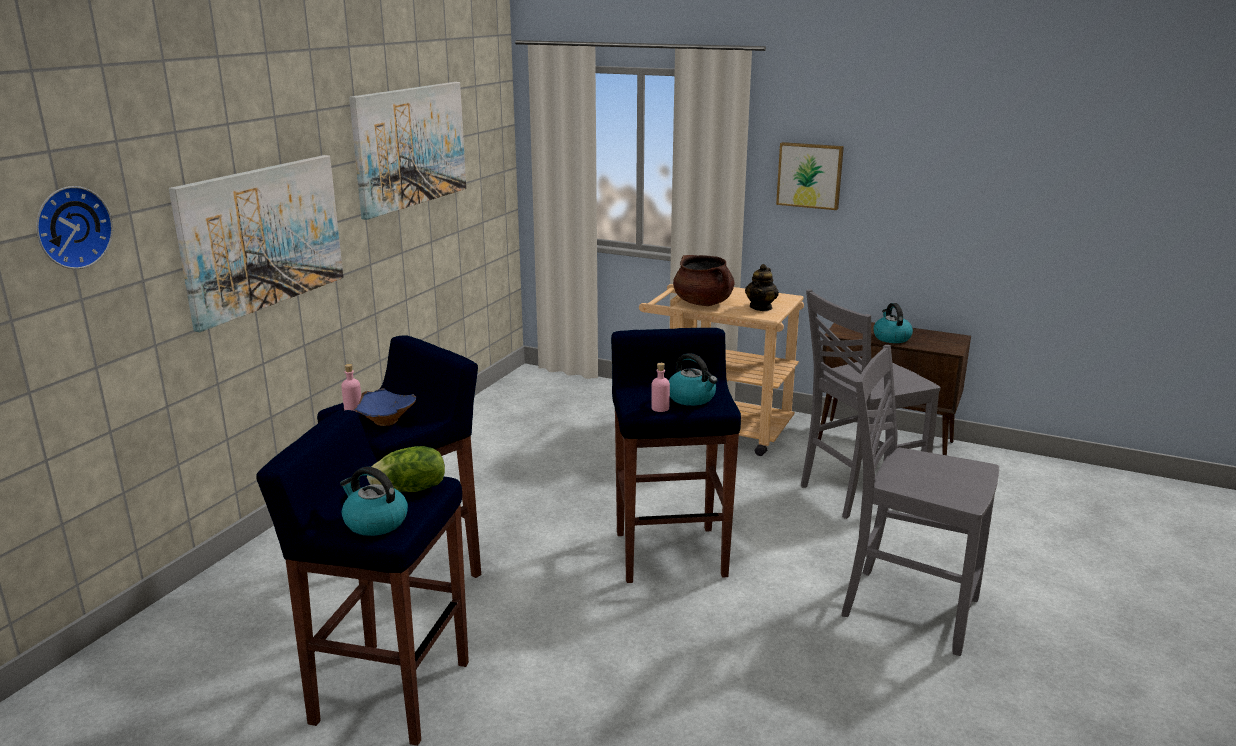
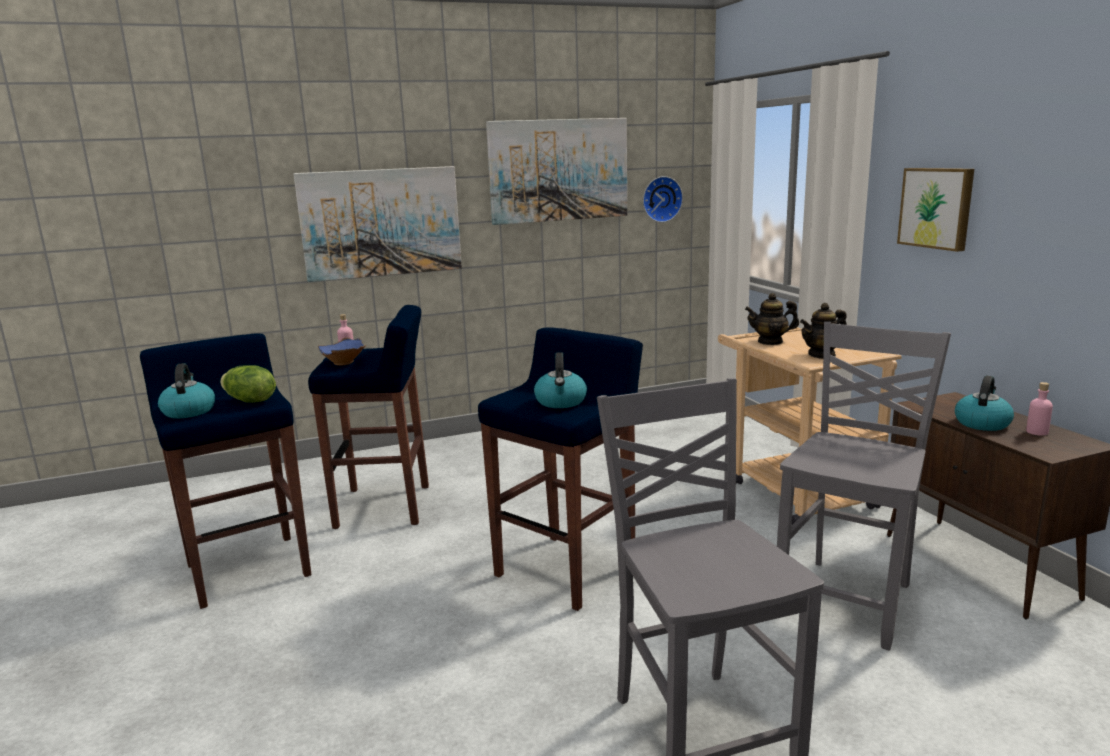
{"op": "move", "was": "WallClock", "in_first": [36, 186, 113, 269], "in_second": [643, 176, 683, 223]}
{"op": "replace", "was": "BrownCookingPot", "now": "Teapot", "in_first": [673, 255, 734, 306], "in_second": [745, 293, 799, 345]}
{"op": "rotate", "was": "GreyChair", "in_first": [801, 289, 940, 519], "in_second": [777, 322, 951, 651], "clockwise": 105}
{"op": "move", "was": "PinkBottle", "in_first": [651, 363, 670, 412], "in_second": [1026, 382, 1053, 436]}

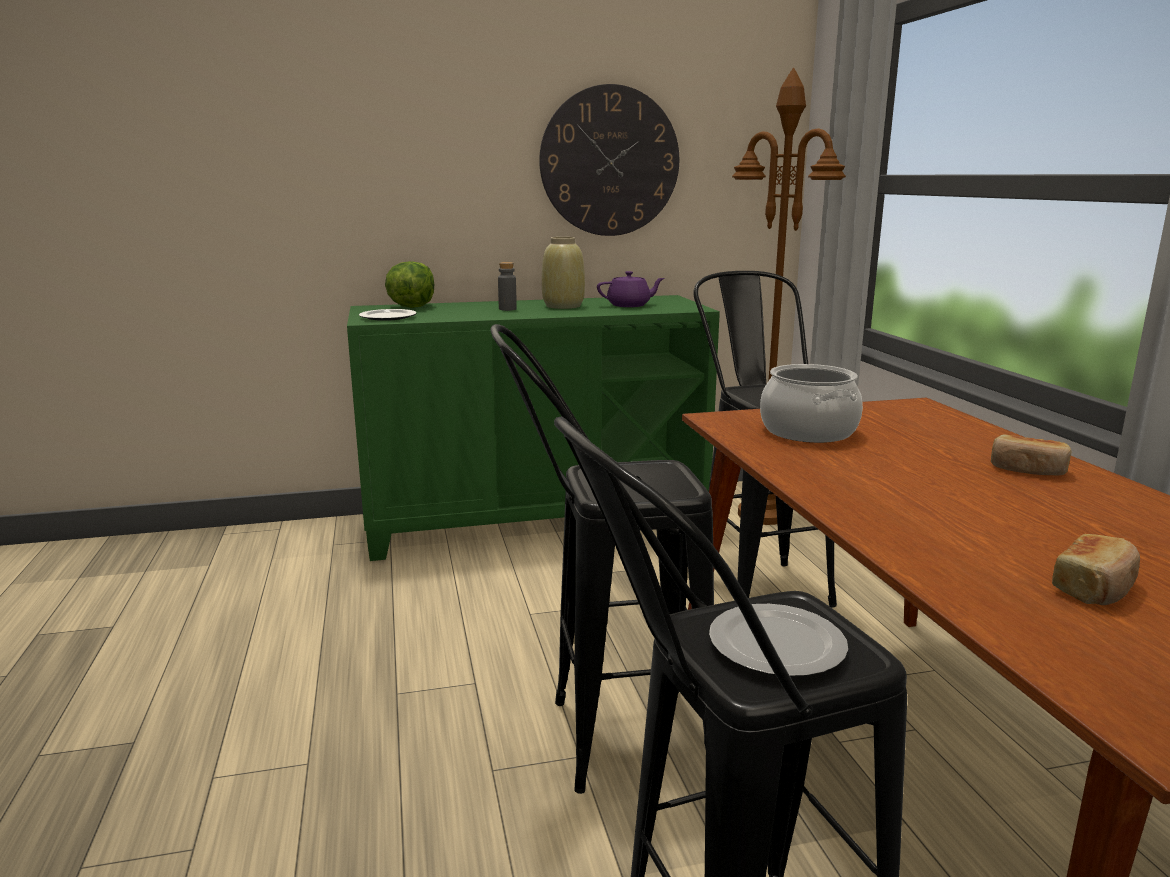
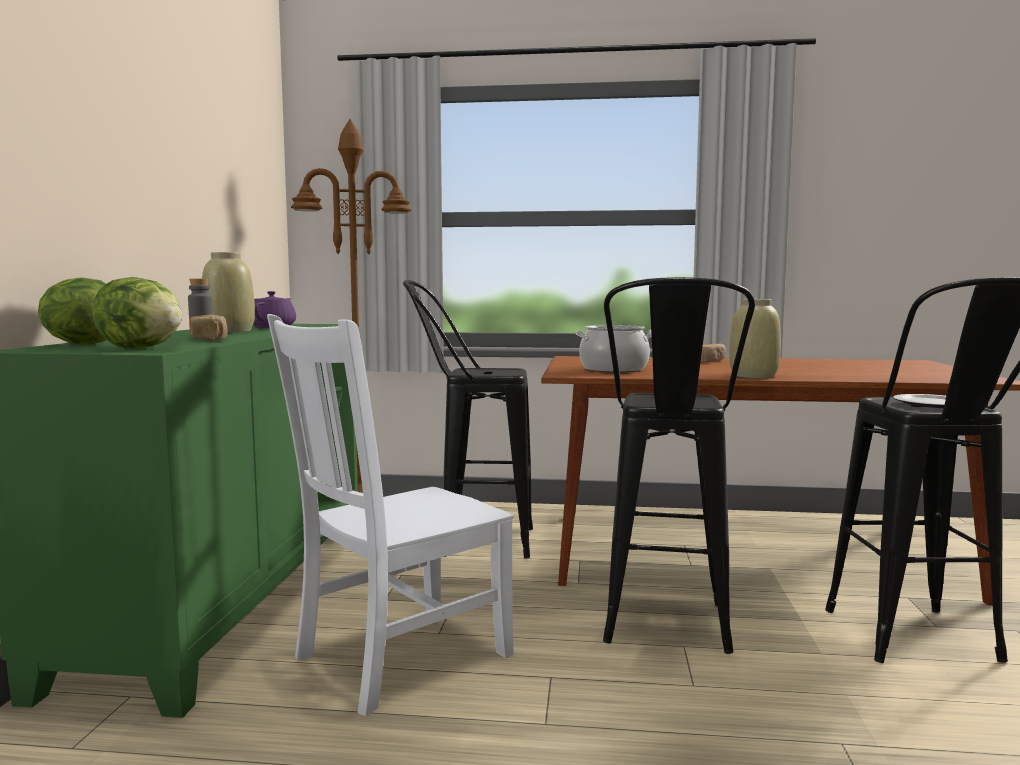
{"op": "delete", "was": "WallClock", "in_first": [539, 84, 679, 236]}
{"op": "replace", "was": "Plate", "now": "Lettuce", "in_first": [359, 309, 417, 321], "in_second": [92, 277, 182, 349]}
{"op": "move", "was": "Bread", "in_first": [1052, 534, 1140, 605], "in_second": [189, 314, 228, 341]}
{"op": "insert", "now": "BeigeVase", "in_second": [729, 299, 781, 378]}
{"op": "insert", "now": "WhiteChair", "in_second": [267, 314, 513, 716]}

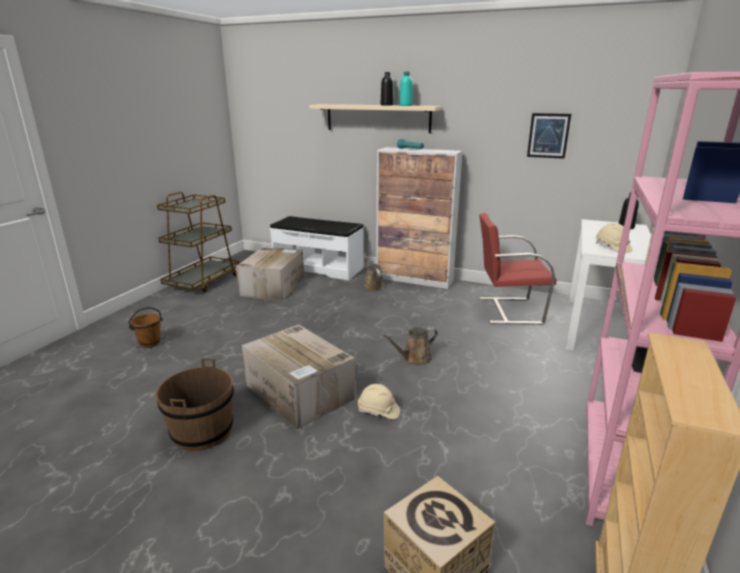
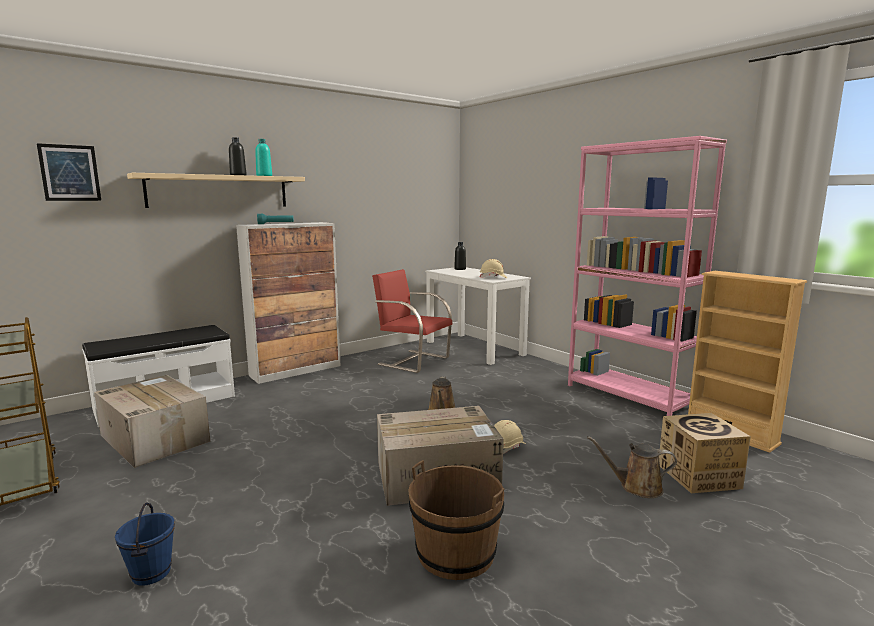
{"op": "move", "was": "Picture", "in_first": [527, 113, 571, 159], "in_second": [37, 143, 101, 201]}
{"op": "rotate", "was": "RedChair", "in_first": [479, 213, 556, 325], "in_second": [372, 269, 452, 373], "clockwise": 90}
{"op": "move", "was": "BrownWateringCan", "in_first": [363, 253, 384, 291], "in_second": [587, 436, 677, 498]}
{"op": "recolor", "was": "BrownBucket", "now": "BlueBucket", "in_first": [129, 307, 163, 348], "in_second": [115, 502, 175, 586]}

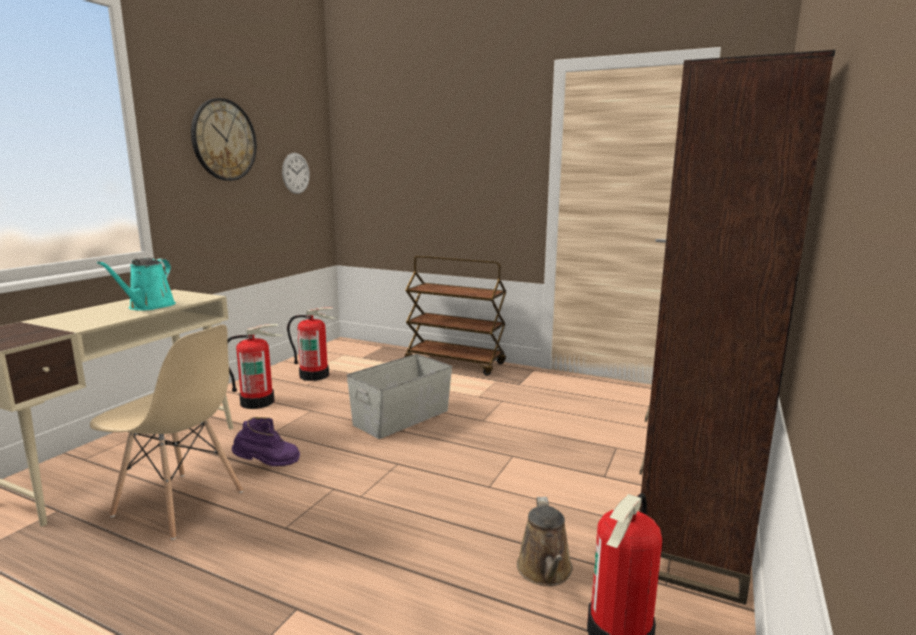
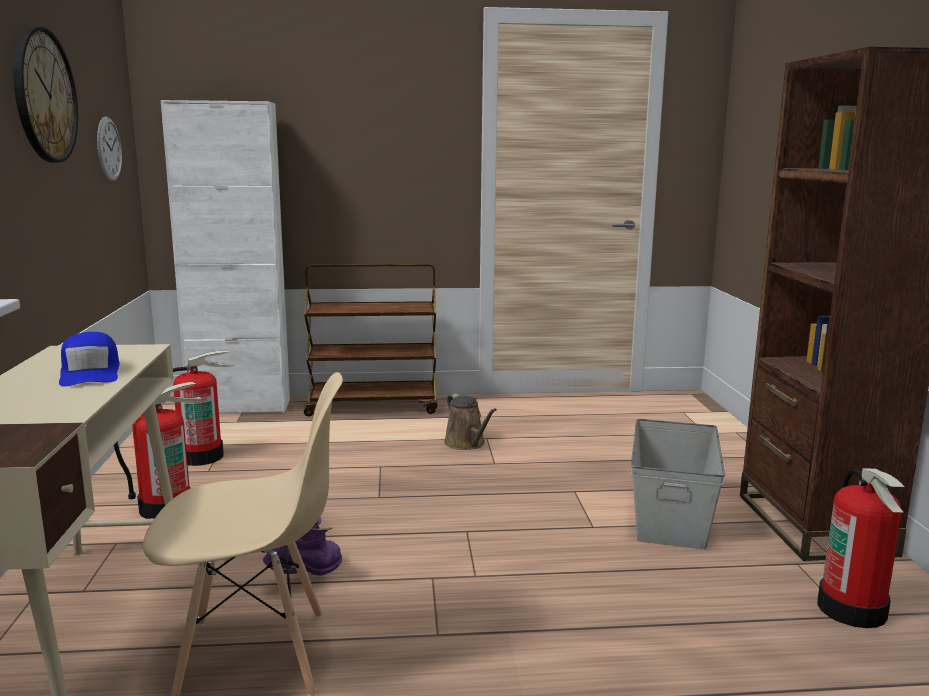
{"op": "replace", "was": "TurquoiseWateringCan", "now": "BlueCap", "in_first": [97, 258, 176, 311], "in_second": [59, 332, 120, 387]}
{"op": "move", "was": "GreyStorageBox", "in_first": [346, 354, 453, 439], "in_second": [631, 419, 725, 550]}
{"op": "move", "was": "BrownWateringCan", "in_first": [517, 497, 573, 586], "in_second": [444, 394, 497, 450]}
{"op": "insert", "now": "WhiteCabinet", "in_second": [161, 100, 290, 413]}

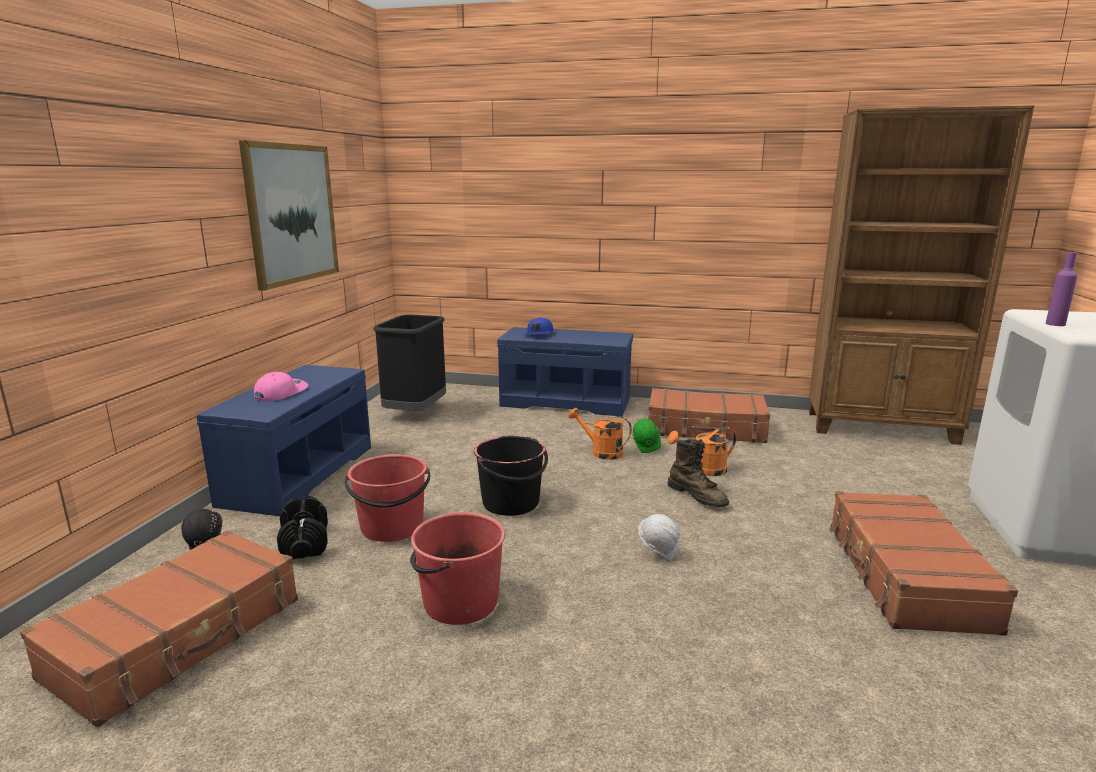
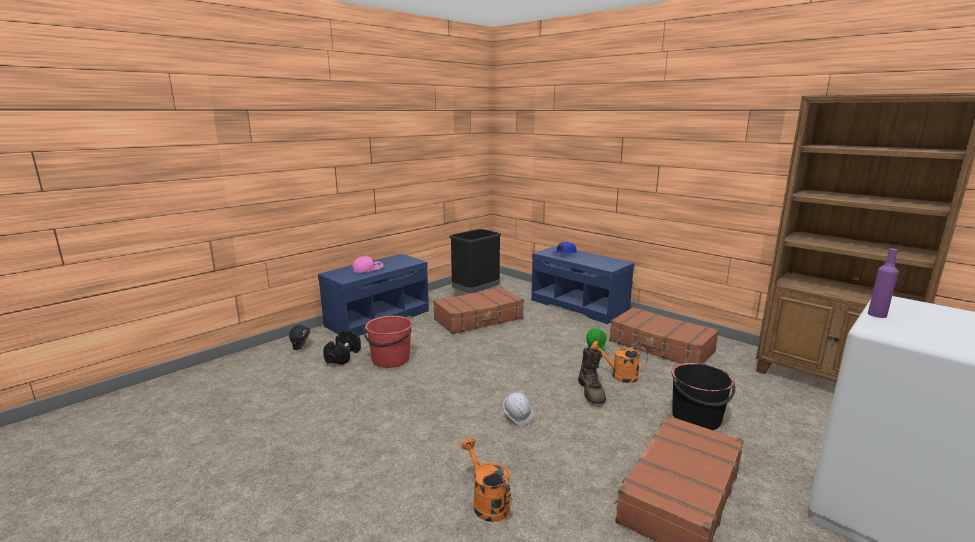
{"op": "delete", "was": "Picture", "in_first": [239, 140, 339, 291]}
{"op": "move", "was": "OrangeWateringCan", "in_first": [568, 408, 632, 460], "in_second": [462, 438, 511, 522]}
{"op": "move", "was": "BlackBucket", "in_first": [474, 435, 548, 516], "in_second": [672, 363, 735, 430]}
{"op": "delete", "was": "RedBucket", "in_first": [410, 512, 505, 625]}
{"op": "move", "was": "BrownSuitcase", "in_first": [20, 530, 298, 728], "in_second": [433, 287, 524, 334]}

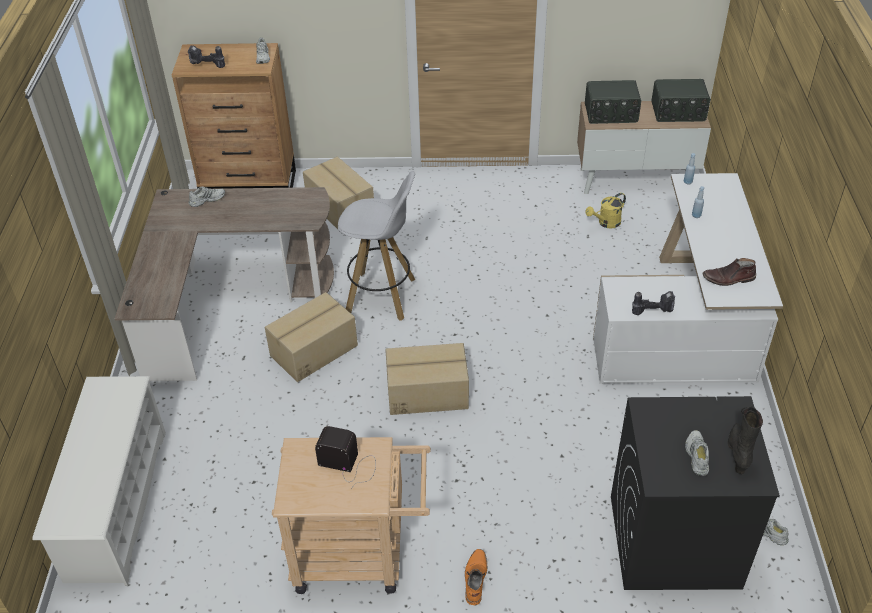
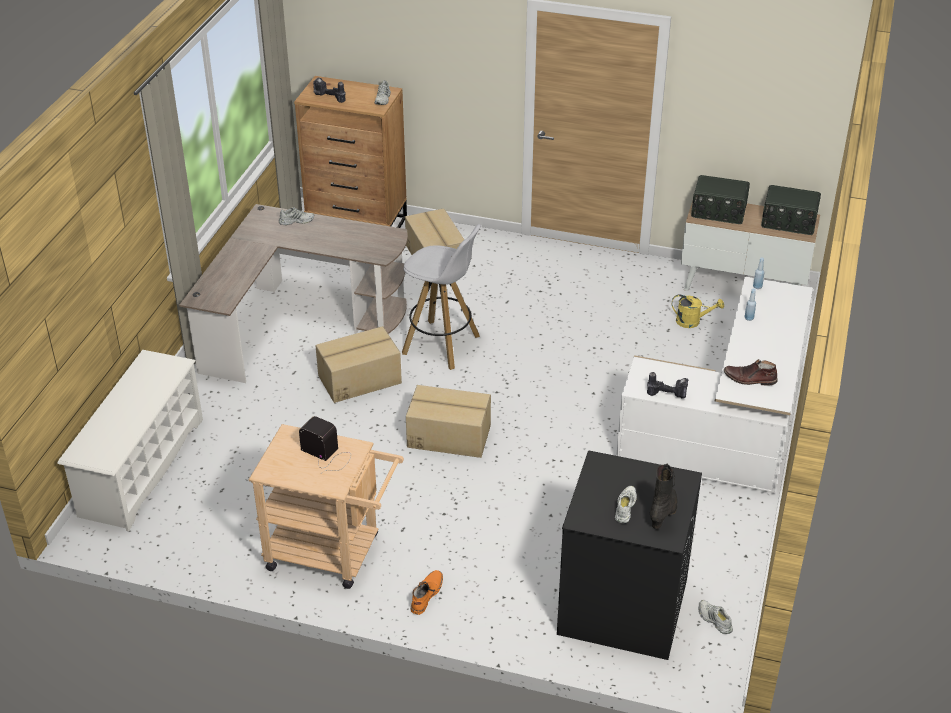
{"op": "rotate", "was": "YellowWateringCan", "in_first": [585, 193, 626, 229], "in_second": [672, 295, 724, 328], "clockwise": -150}

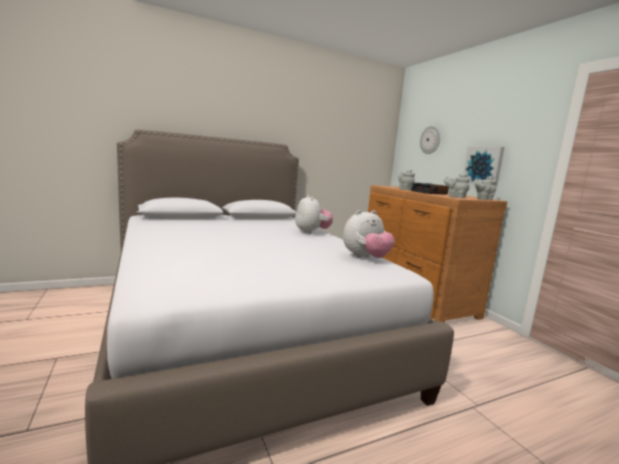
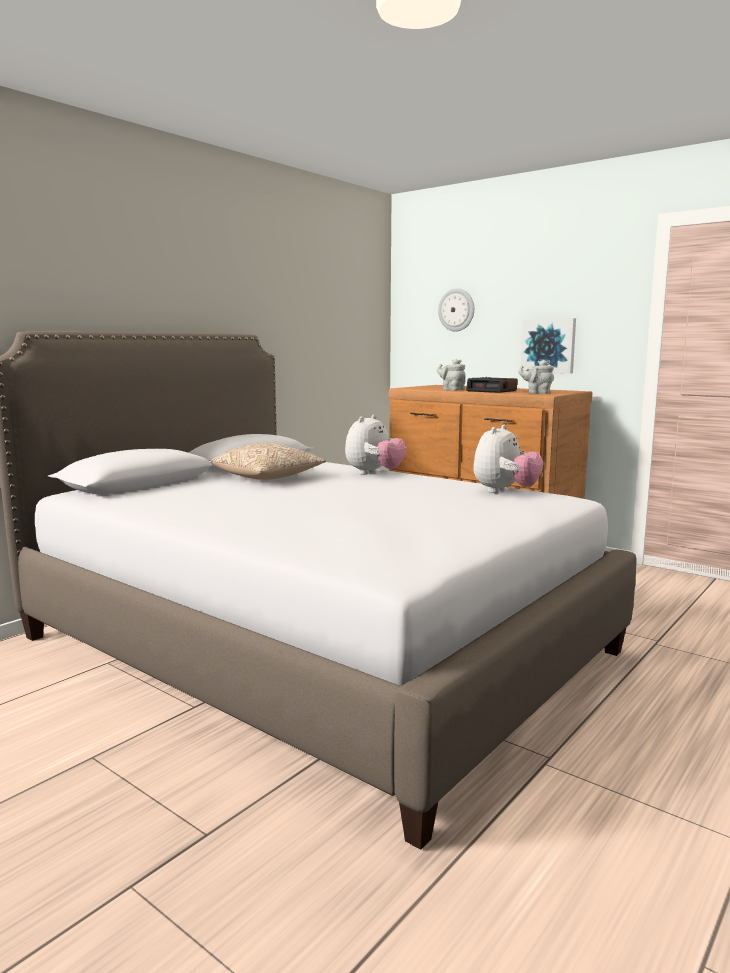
{"op": "delete", "was": "GreyTeapot", "in_first": [475, 176, 497, 200]}
{"op": "rotate", "was": "PlushToy", "in_first": [295, 195, 333, 234], "in_second": [345, 415, 406, 475], "clockwise": 75}
{"op": "insert", "now": "Pillow", "in_second": [211, 443, 326, 480]}

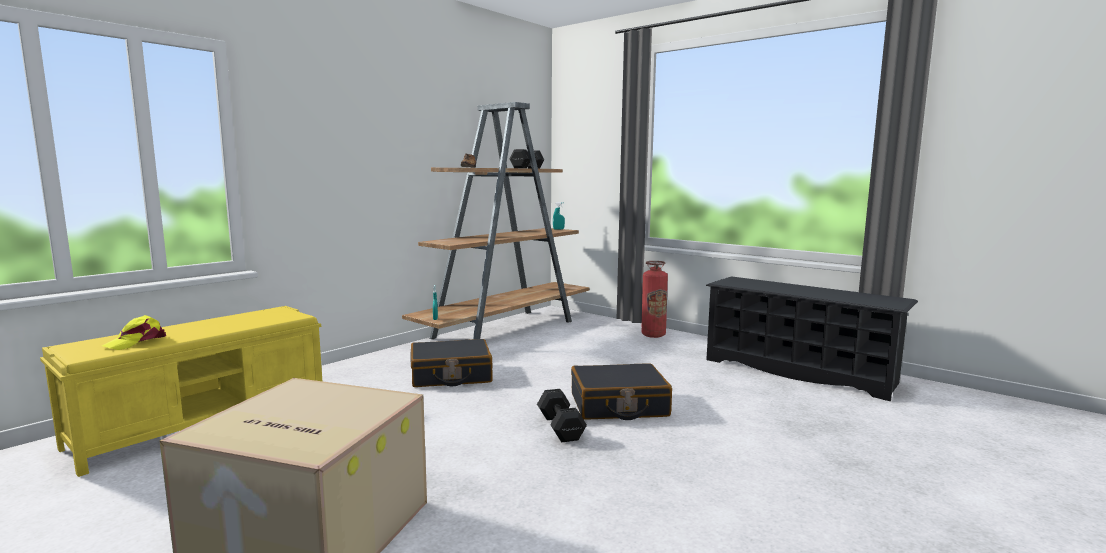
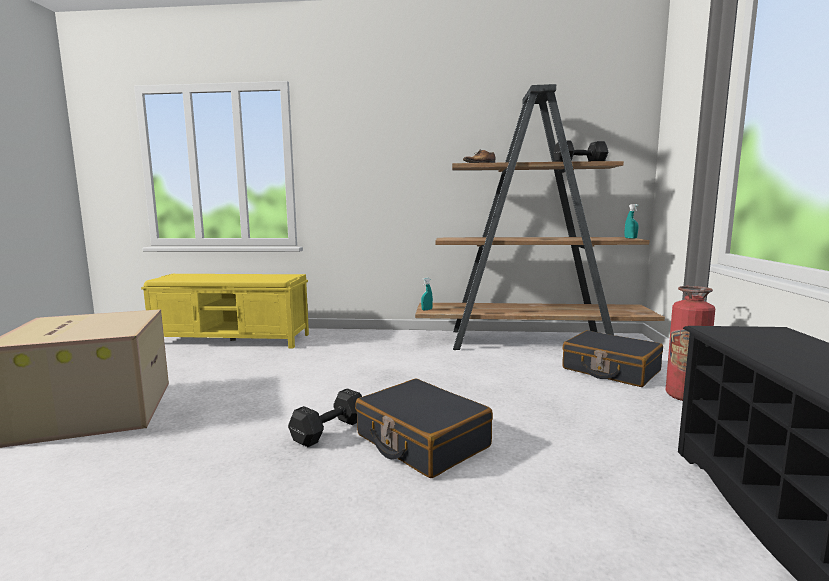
{"op": "delete", "was": "YellowCap", "in_first": [102, 315, 166, 350]}
{"op": "move", "was": "BlackSuitcase", "in_first": [410, 339, 493, 387], "in_second": [562, 330, 663, 387]}

